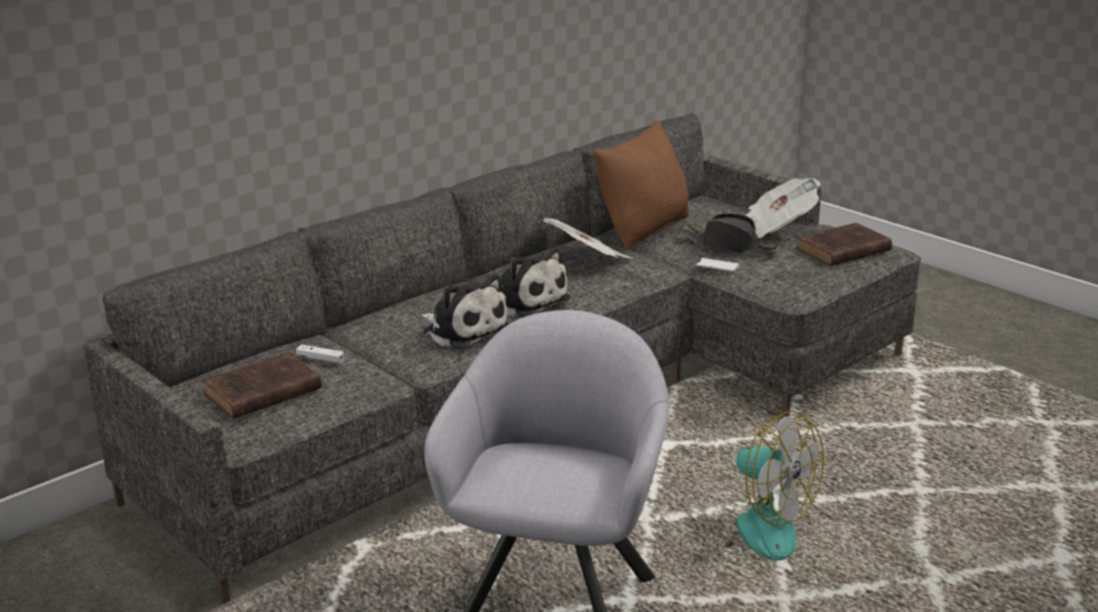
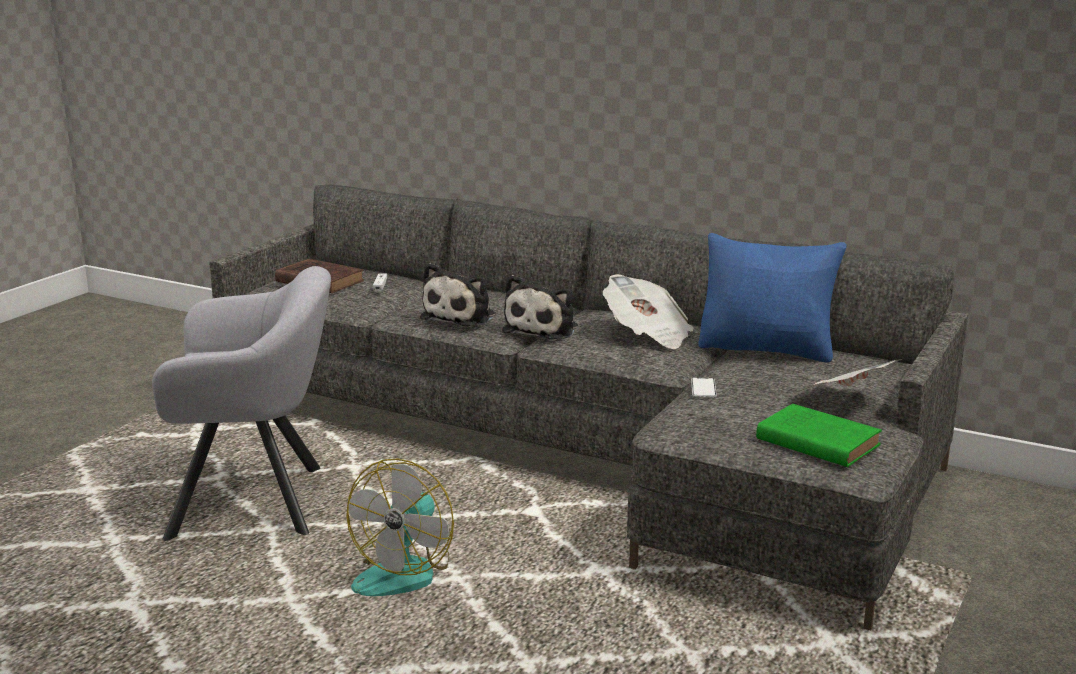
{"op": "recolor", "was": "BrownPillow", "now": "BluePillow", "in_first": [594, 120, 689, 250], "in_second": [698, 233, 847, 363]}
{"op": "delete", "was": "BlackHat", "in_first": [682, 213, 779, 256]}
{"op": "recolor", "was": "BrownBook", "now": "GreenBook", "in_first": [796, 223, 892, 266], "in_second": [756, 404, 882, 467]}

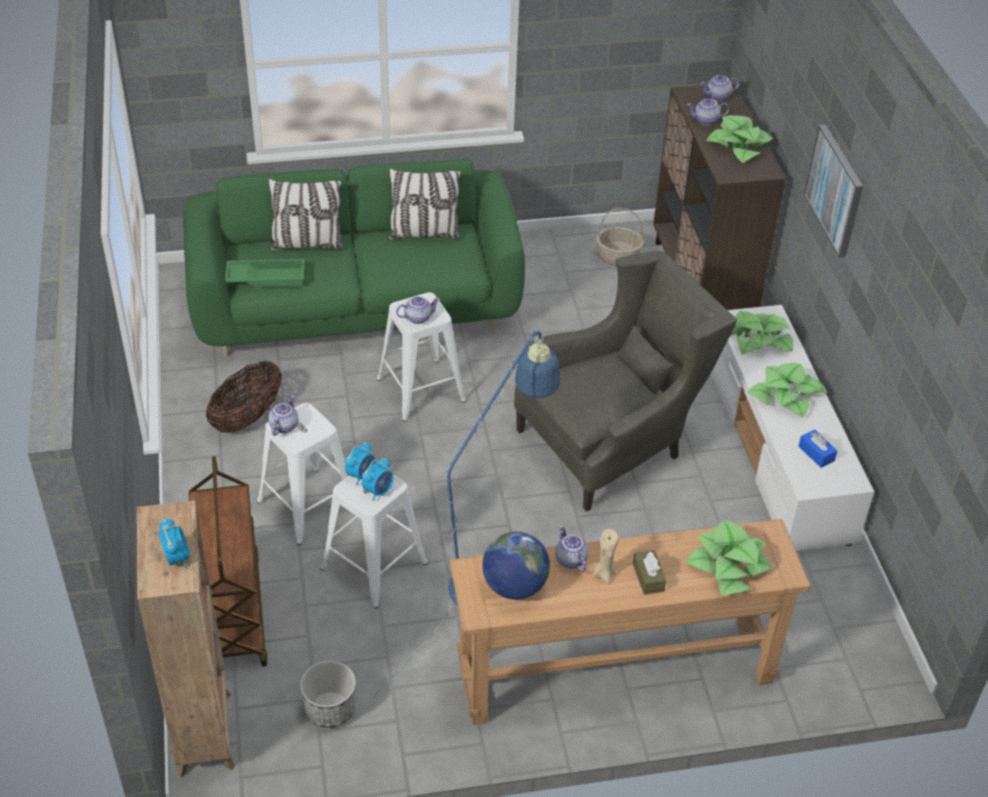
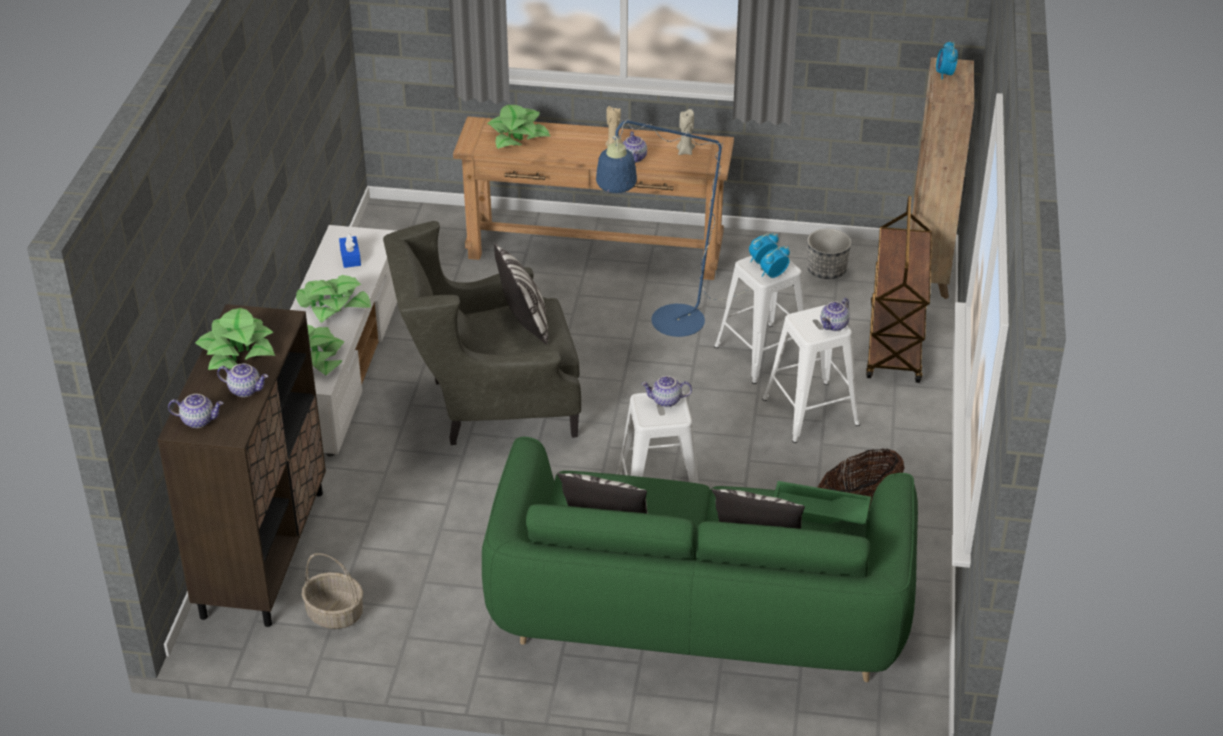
{"op": "delete", "was": "Picture", "in_first": [804, 124, 863, 257]}
{"op": "replace", "was": "Globe", "now": "BeigeCandle", "in_first": [482, 532, 550, 600], "in_second": [677, 109, 695, 155]}
{"op": "delete", "was": "BrownTissueBox", "in_first": [633, 550, 666, 595]}
{"op": "insert", "now": "Pillow", "in_second": [494, 242, 548, 345]}

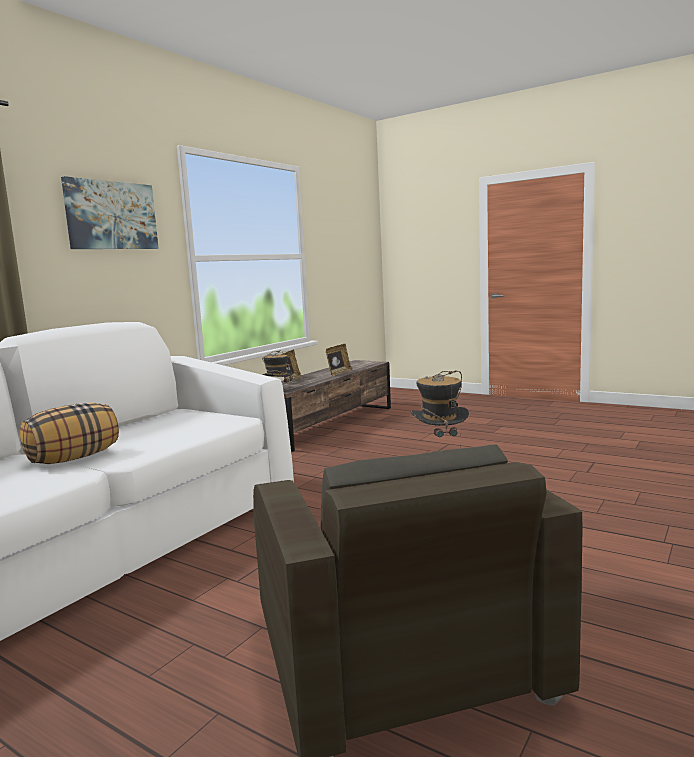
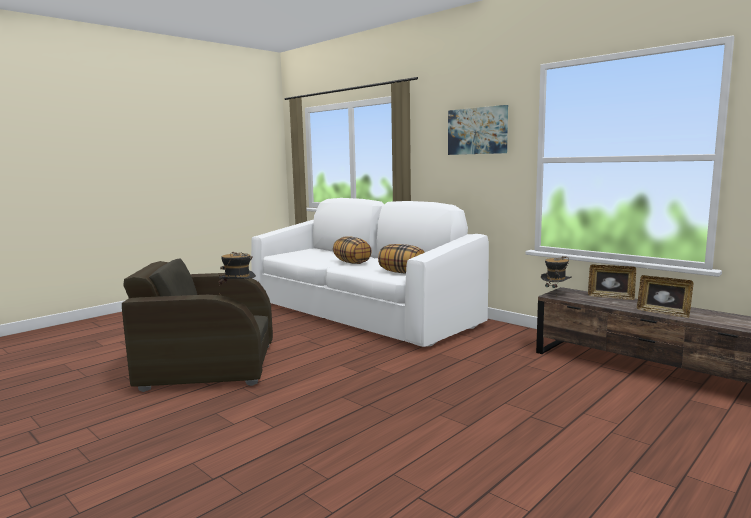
{"op": "insert", "now": "Pillow", "in_second": [378, 244, 425, 274]}

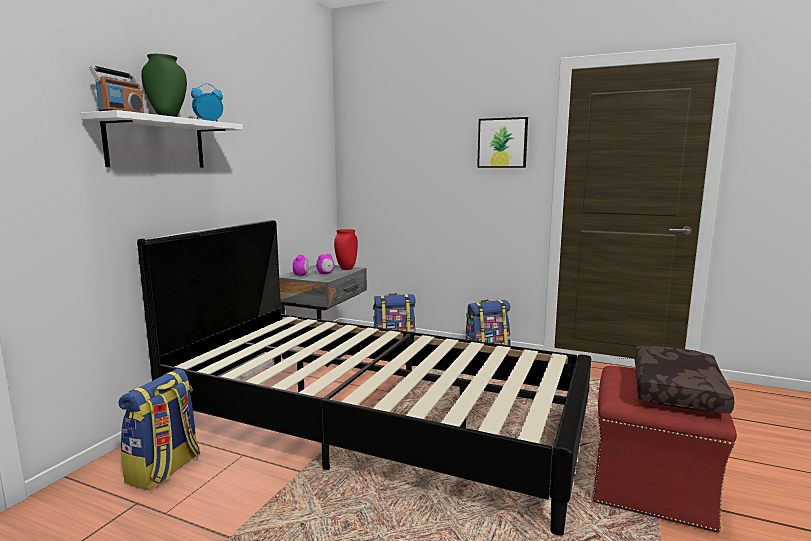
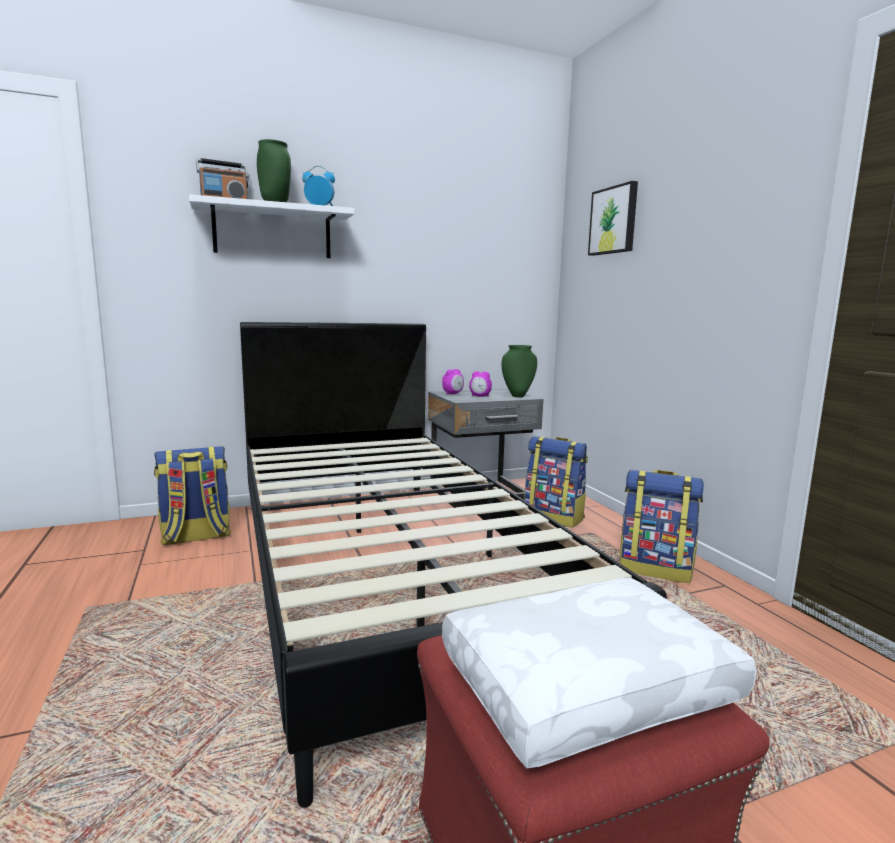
{"op": "move", "was": "Picture", "in_first": [477, 117, 528, 168], "in_second": [588, 181, 638, 256]}
{"op": "recolor", "was": "RedVase", "now": "GreenVase", "in_first": [334, 229, 358, 270], "in_second": [502, 345, 537, 398]}
{"op": "recolor", "was": "BrownPillow", "now": "WhitePillow", "in_first": [634, 346, 735, 413], "in_second": [442, 578, 756, 768]}

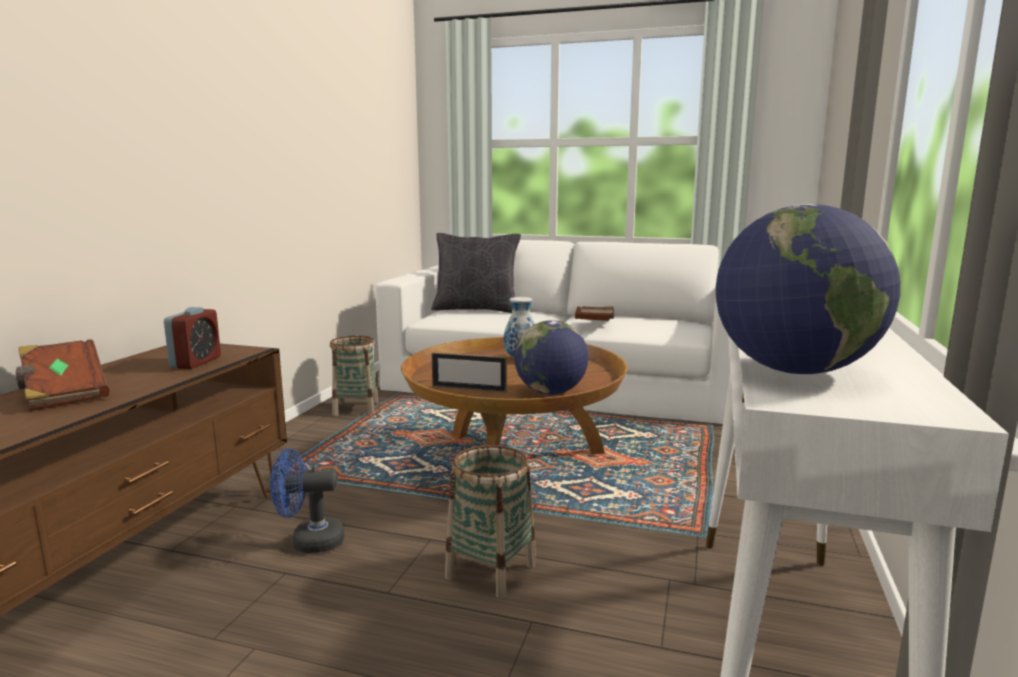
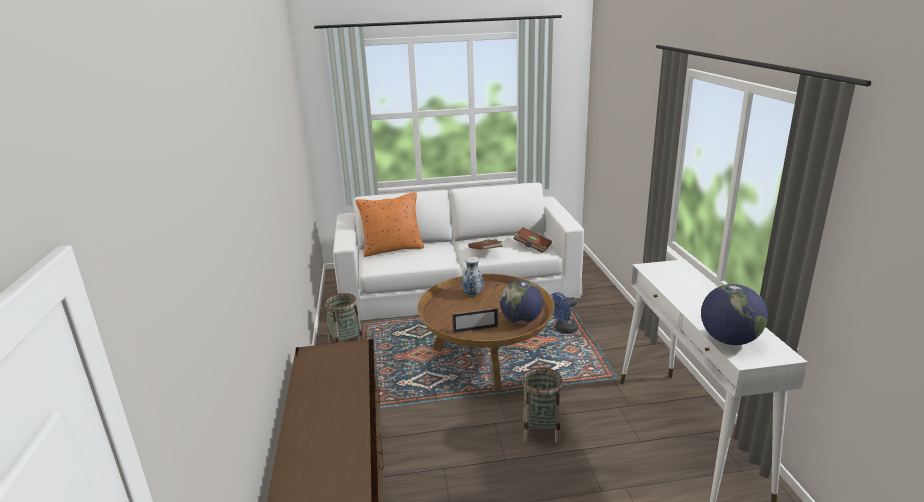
{"op": "recolor", "was": "BlackPillow", "now": "OrangePillow", "in_first": [431, 233, 521, 313], "in_second": [356, 192, 424, 257]}
{"op": "delete", "was": "AlarmClock", "in_first": [164, 307, 221, 369]}
{"op": "move", "was": "BrownBook", "in_first": [16, 339, 109, 411], "in_second": [513, 228, 552, 253]}
{"op": "move", "was": "BlueFan", "in_first": [270, 448, 344, 553], "in_second": [550, 292, 578, 334]}

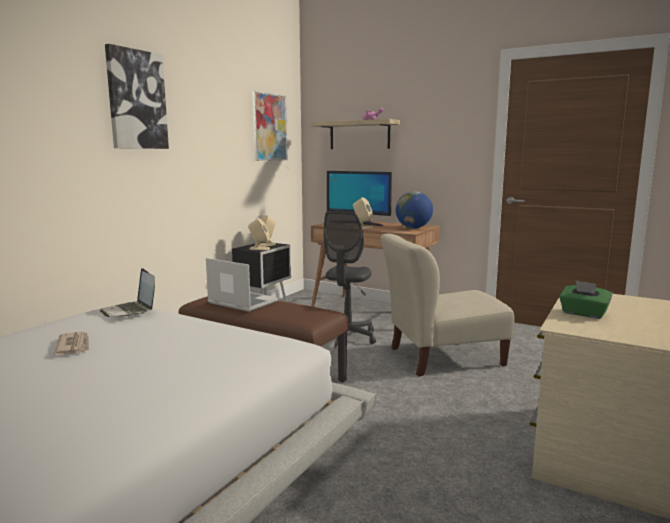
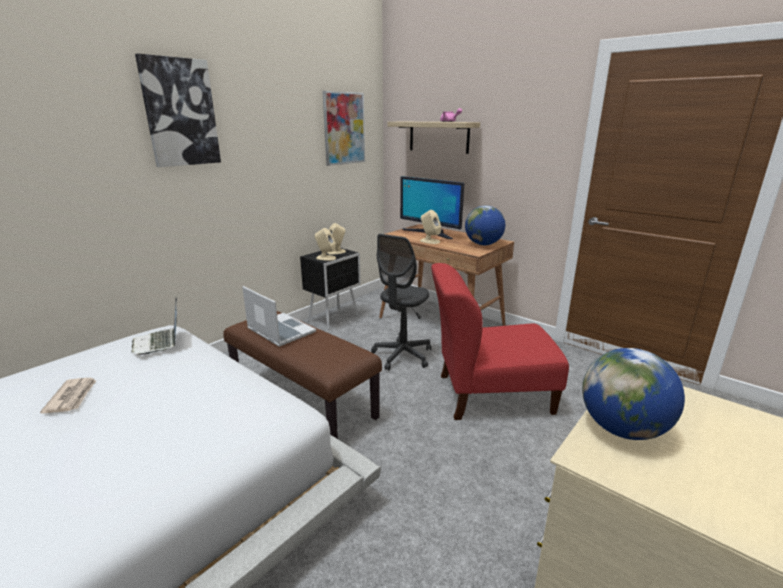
{"op": "recolor", "was": "BeigeChair", "now": "RedChair", "in_first": [381, 234, 515, 376], "in_second": [431, 263, 569, 420]}
{"op": "replace", "was": "GreenTissueBox", "now": "Globe", "in_first": [559, 280, 613, 319], "in_second": [582, 348, 685, 440]}

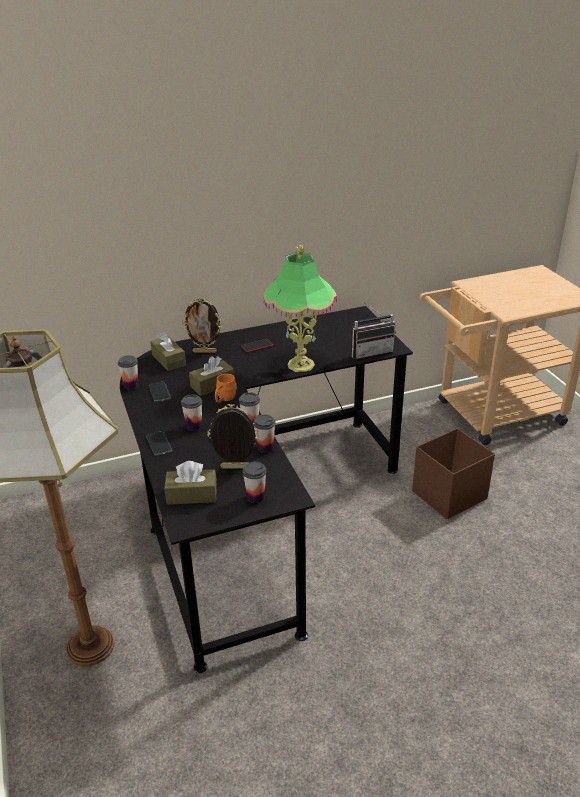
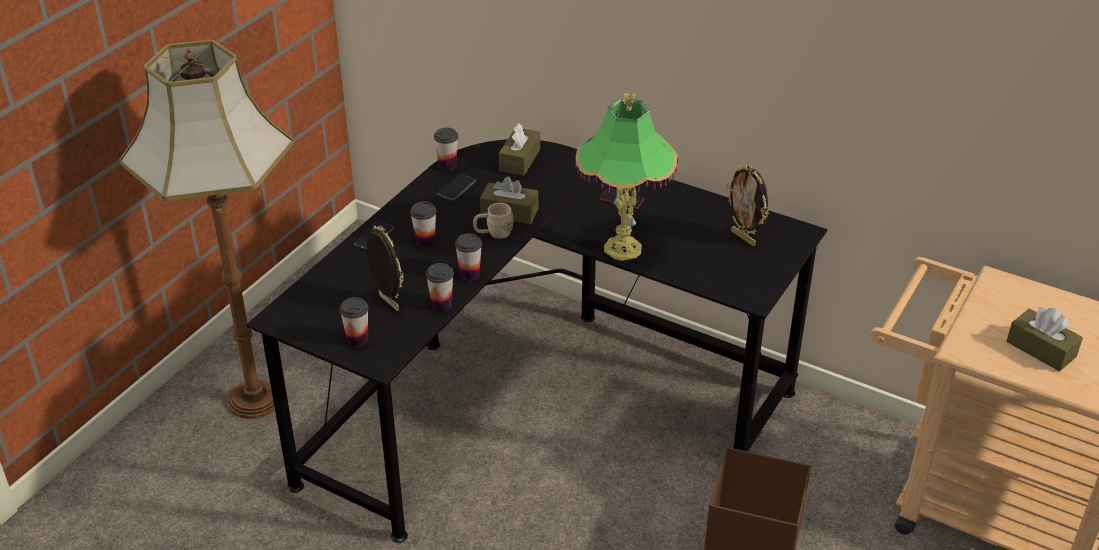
{"op": "move", "was": "PictureFrame", "in_first": [182, 297, 223, 353], "in_second": [726, 165, 769, 246]}
{"op": "delete", "was": "Radio", "in_first": [351, 302, 396, 359]}
{"op": "recolor", "was": "OrangeMug", "now": "BeigeMug", "in_first": [215, 374, 237, 403], "in_second": [473, 203, 514, 239]}
{"op": "move", "was": "BrownTissueBox", "in_first": [164, 461, 217, 505], "in_second": [1007, 307, 1083, 371]}

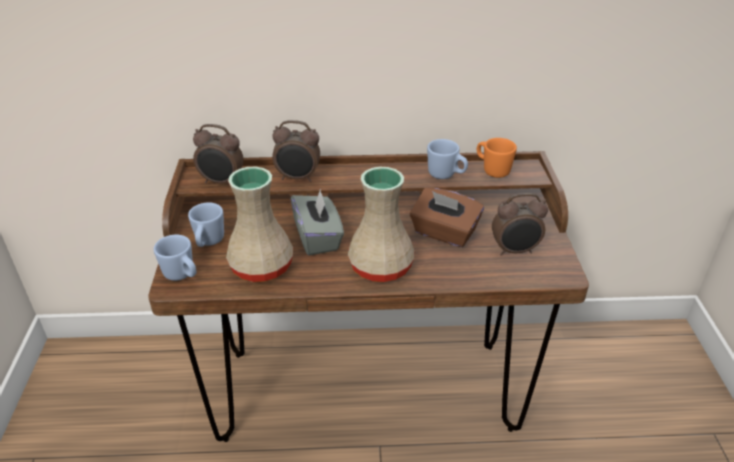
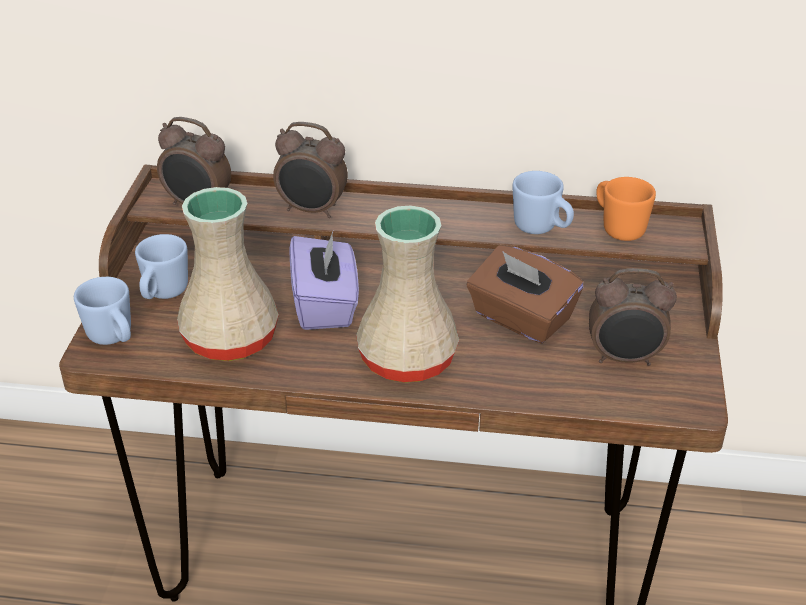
{"op": "recolor", "was": "GreyTissueBox", "now": "PurpleTissueBox", "in_first": [290, 188, 344, 255], "in_second": [289, 232, 359, 330]}

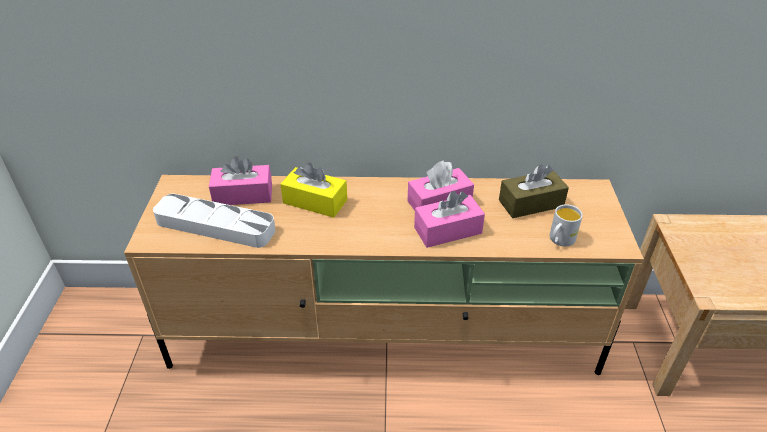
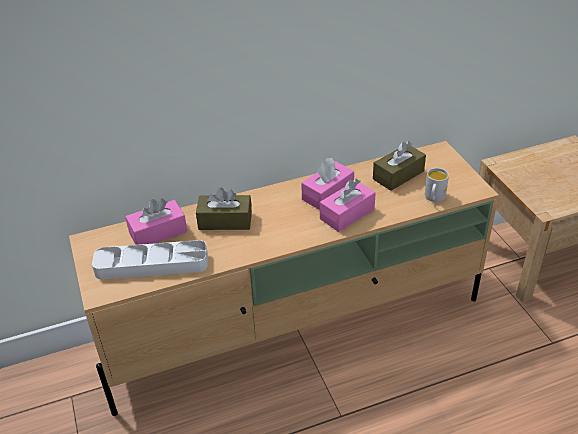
{"op": "recolor", "was": "YellowTissueBox", "now": "BrownTissueBox", "in_first": [280, 163, 347, 218], "in_second": [196, 188, 252, 230]}

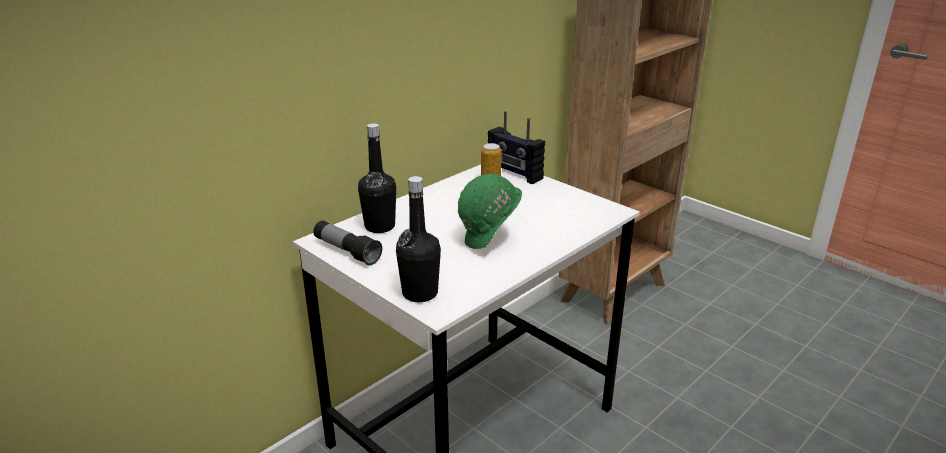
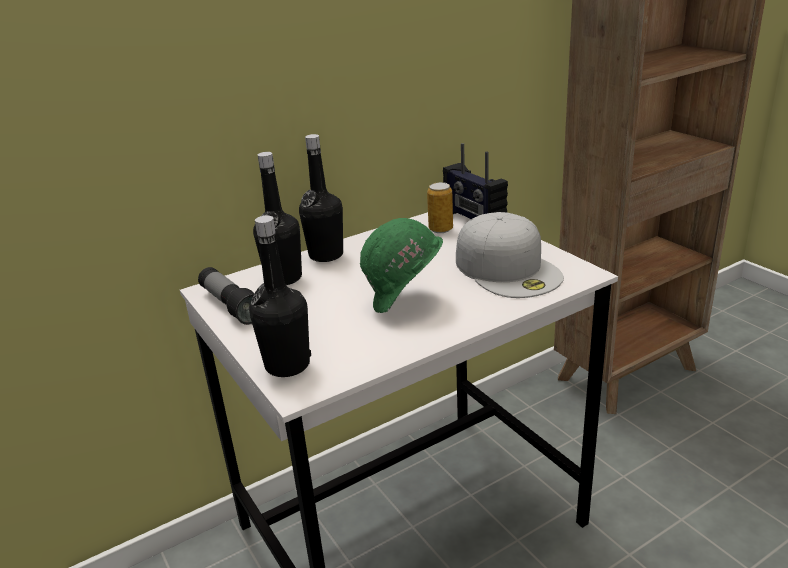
{"op": "insert", "now": "BlackBottle", "in_second": [299, 134, 343, 262]}
{"op": "insert", "now": "WhiteCap", "in_second": [456, 212, 564, 298]}

